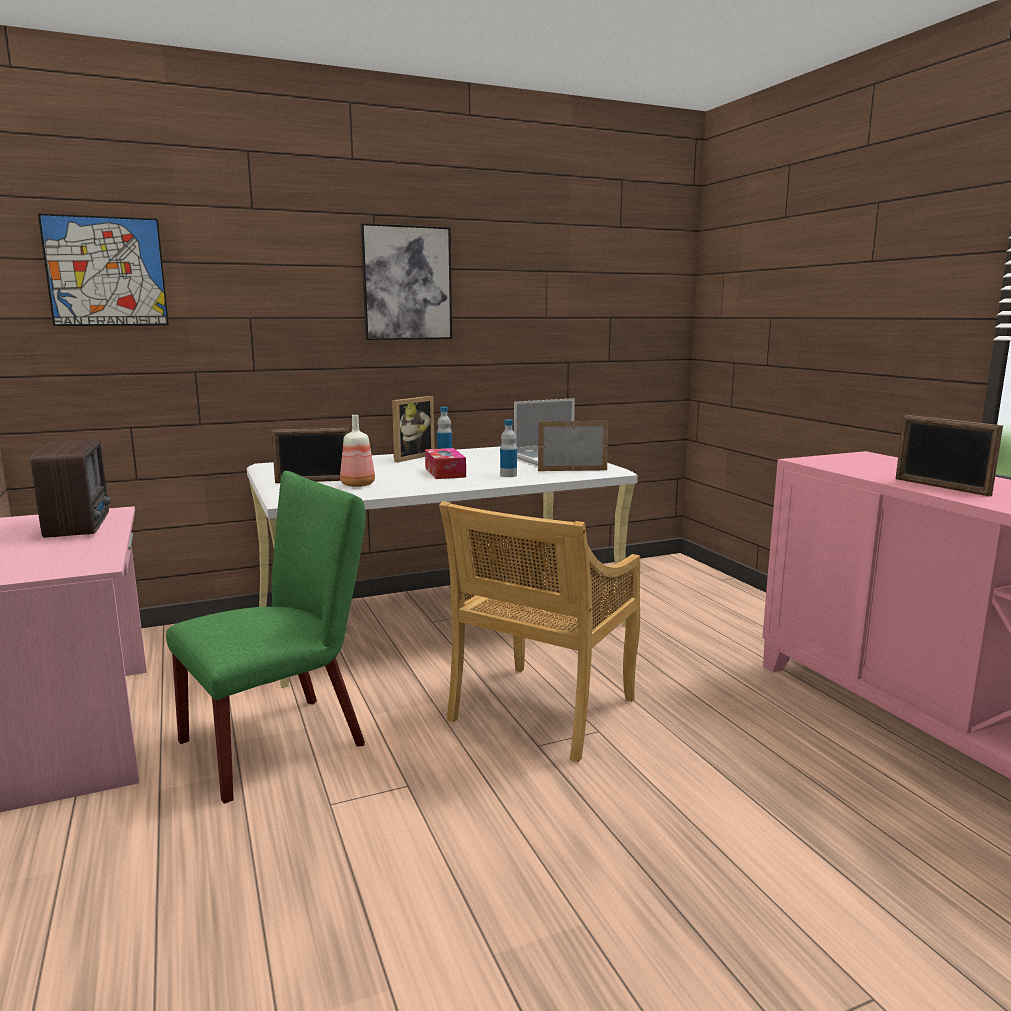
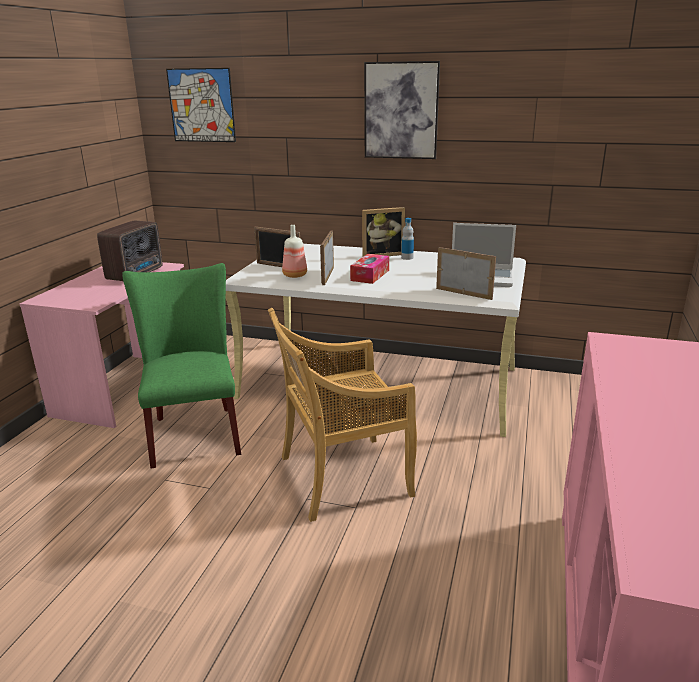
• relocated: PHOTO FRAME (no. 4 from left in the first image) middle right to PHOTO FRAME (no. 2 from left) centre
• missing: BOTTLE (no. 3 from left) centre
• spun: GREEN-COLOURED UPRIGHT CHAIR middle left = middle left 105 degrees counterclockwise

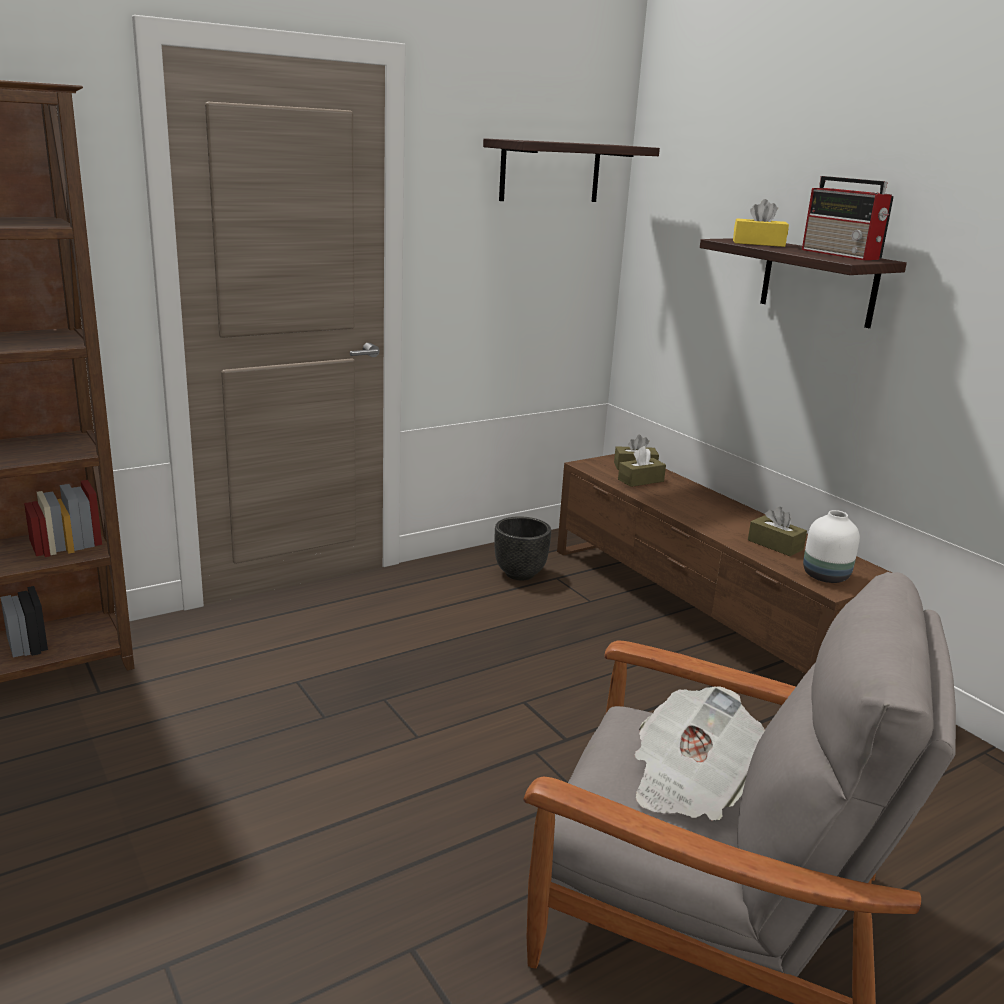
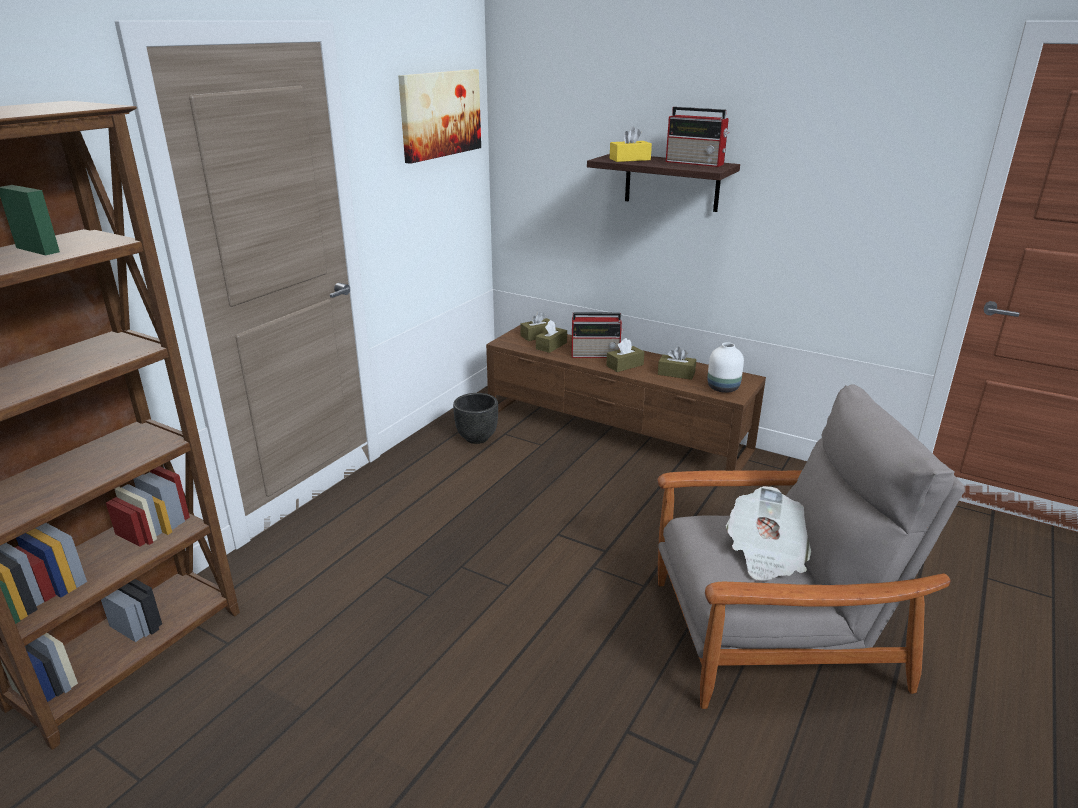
• exchanged: BRACKET SHELF (no. 1 from left) top centre to PICTURE top centre
• appeared: RADIO SET (no. 1 from left) centre
• appeared: BROWNISH TISSUE HOLDER (no. 3 from left) centre

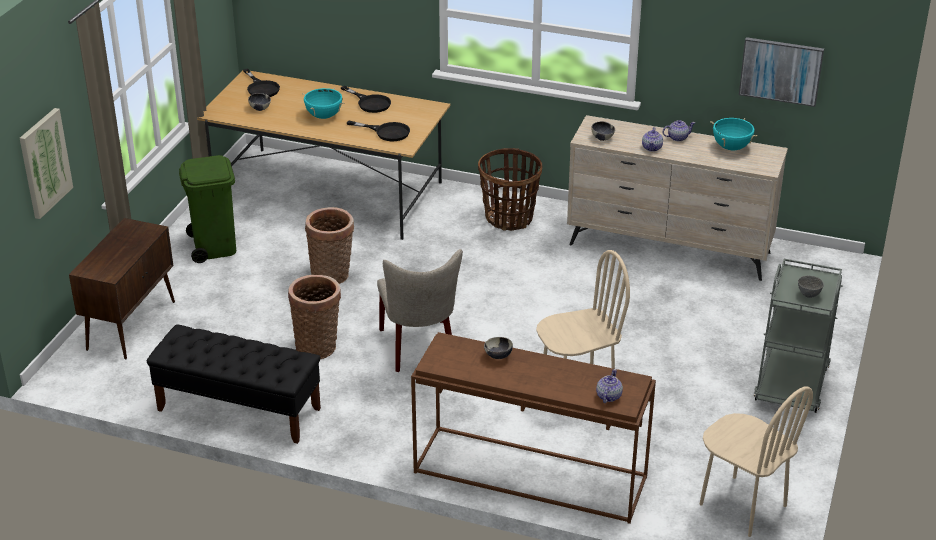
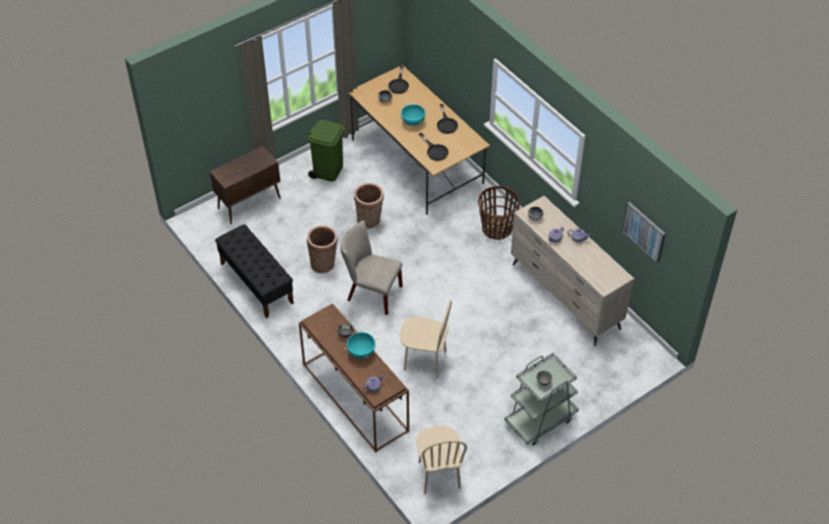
• missing: PICTURE (no. 1 from left) top left
• relocated: TURQUOISE COOKING POT (no. 2 from left in the first image) top right to TURQUOISE COOKING POT (no. 1 from left) centre
• spun: SAND-COLOURED UPRIGHT CHAIR (no. 1 from left) centre = centre 90 degrees clockwise

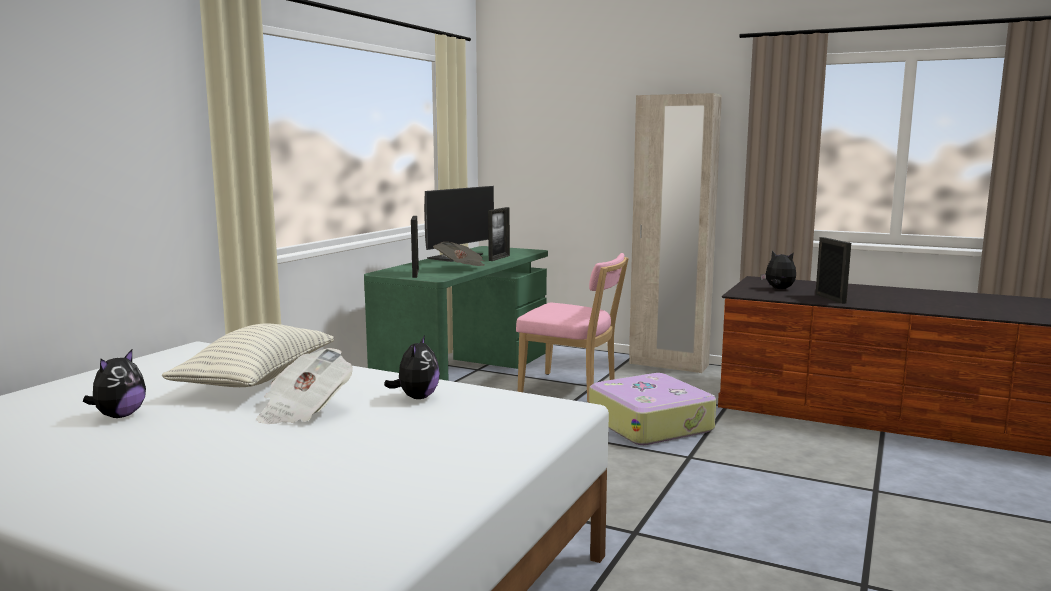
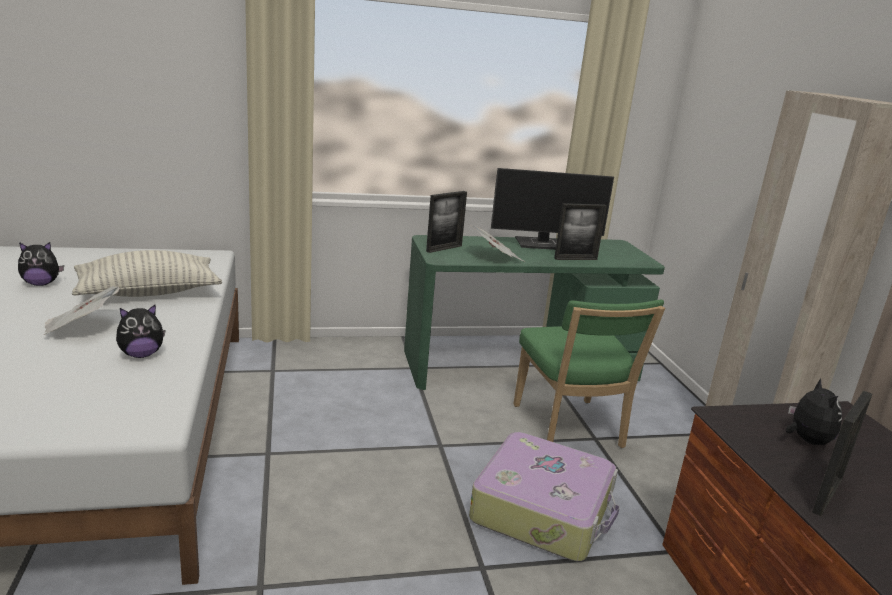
• colour: PINKISH UPRIGHT CHAIR centre to GREEN-COLOURED UPRIGHT CHAIR centre

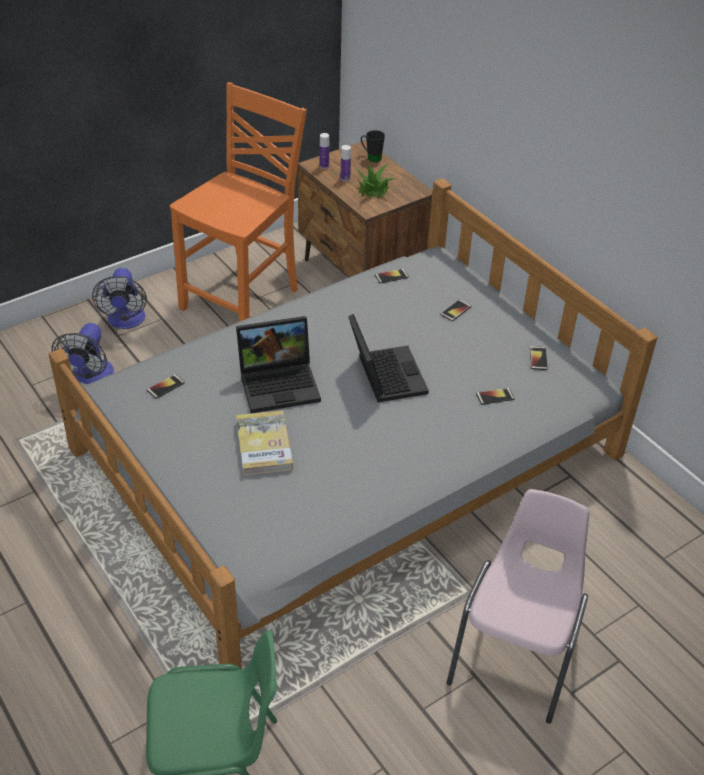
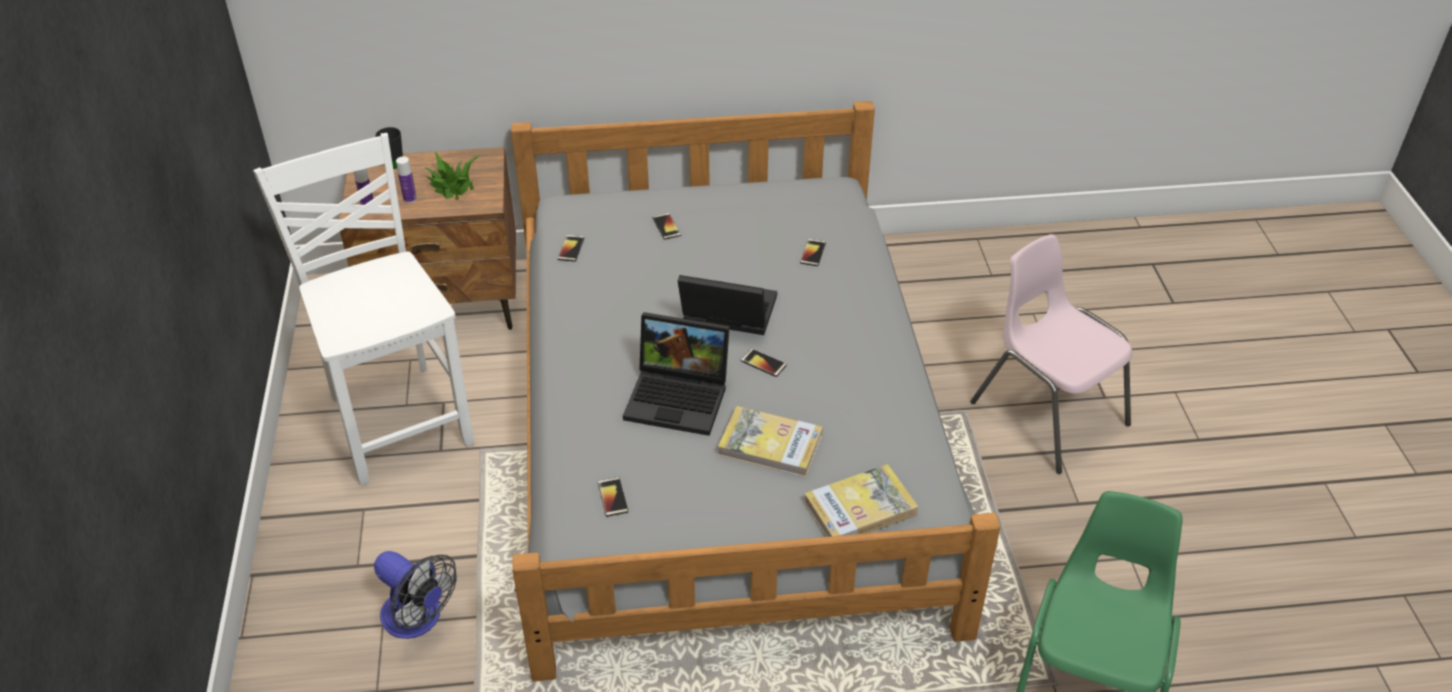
• colour: ORANGE-COLOURED UPRIGHT CHAIR top centre to WHITE-COLOURED UPRIGHT CHAIR middle left
• missing: FAN (no. 2 from left) middle left
• spun: NOTEBOOK COMPUTER (no. 1 from left) centre = centre 90 degrees clockwise
• relocated: HANDSET (no. 5 from left in the first image) middle right to HANDSET (no. 4 from left) centre
• appeared: BOUND BOOK (no. 2 from left) bottom centre

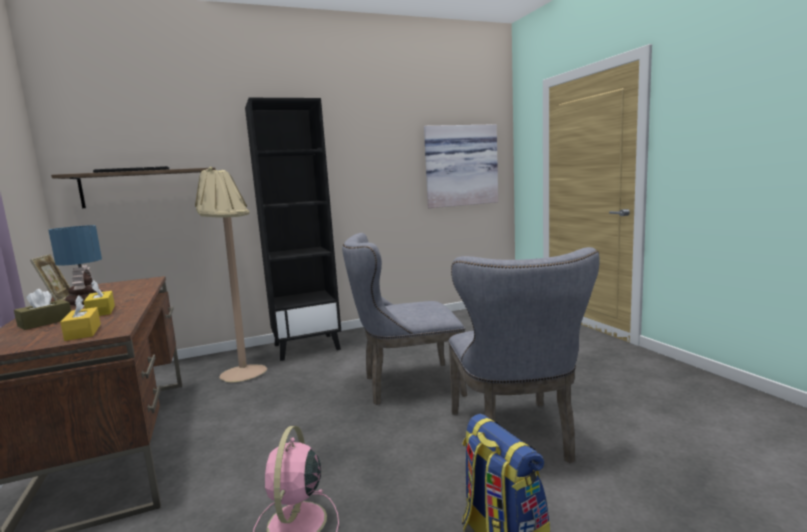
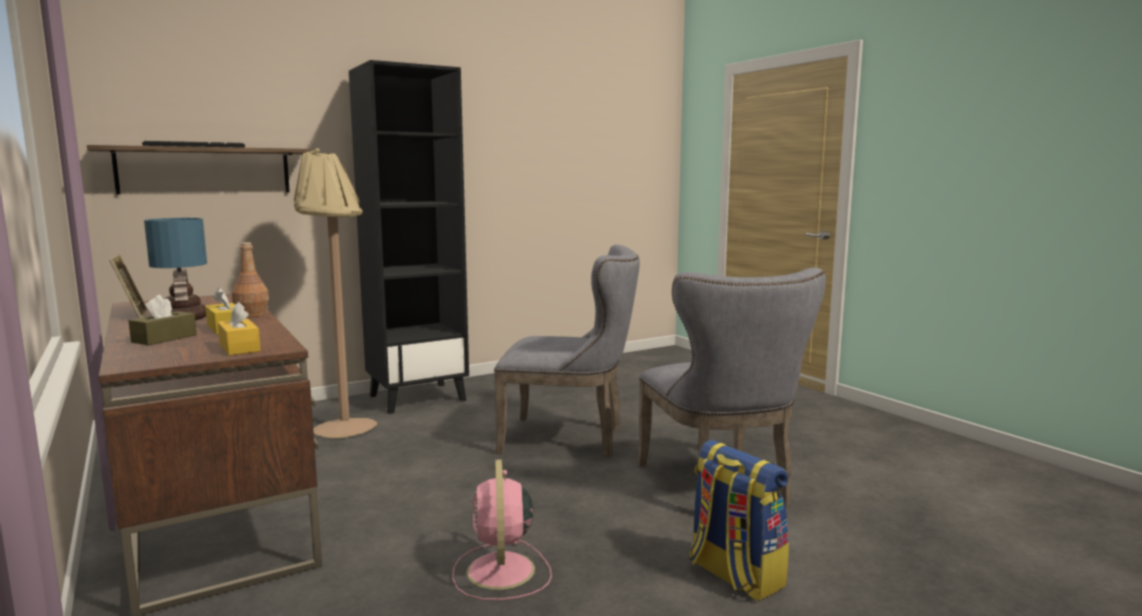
• missing: PICTURE top centre
• spun: GRAY UPRIGHT CHAIR (no. 1 from left) centre = centre 150 degrees counterclockwise
• appeared: BROWNISH BOTTLE middle left

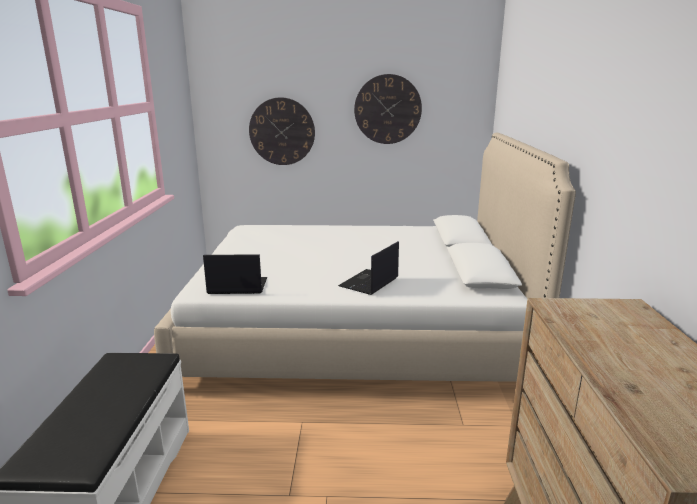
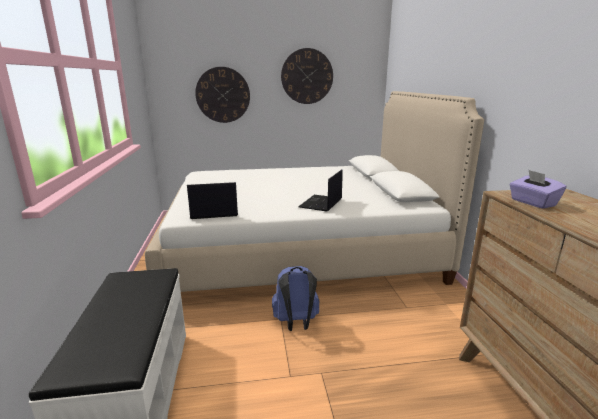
• appeared: PURPLE TISSUE HOLDER middle right
• appeared: BLUE KNAPSACK bottom centre

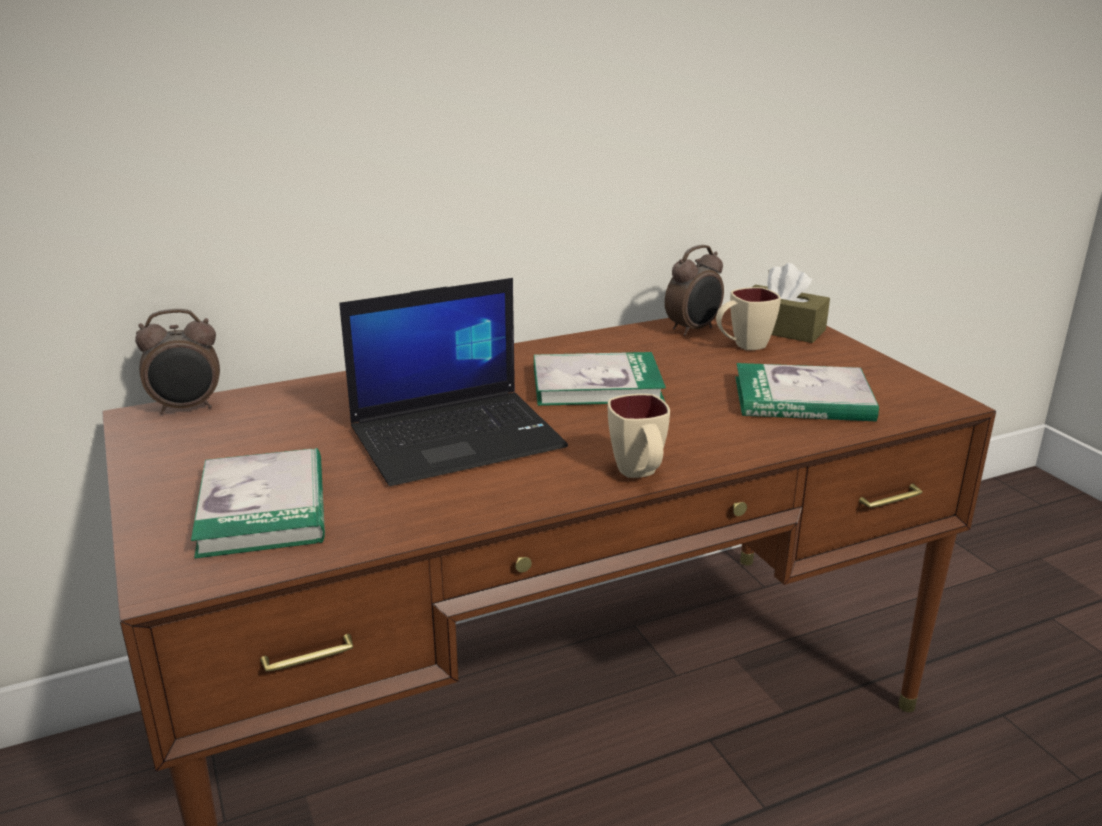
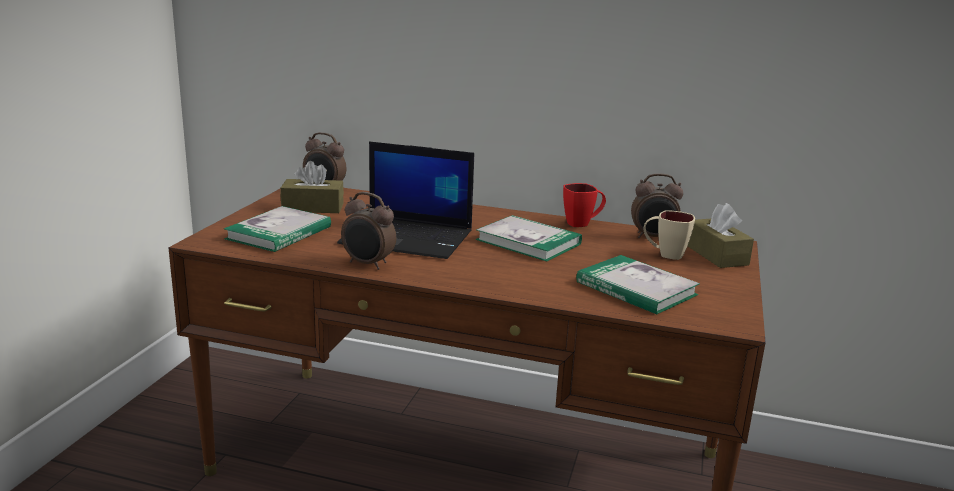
• missing: SAND-COLOURED COFFEE MUG (no. 1 from left) centre
• appeared: BROWNISH TISSUE HOLDER (no. 1 from left) middle left
• appeared: RED COFFEE MUG centre
• appeared: BEDSIDE CLOCK (no. 2 from left) centre

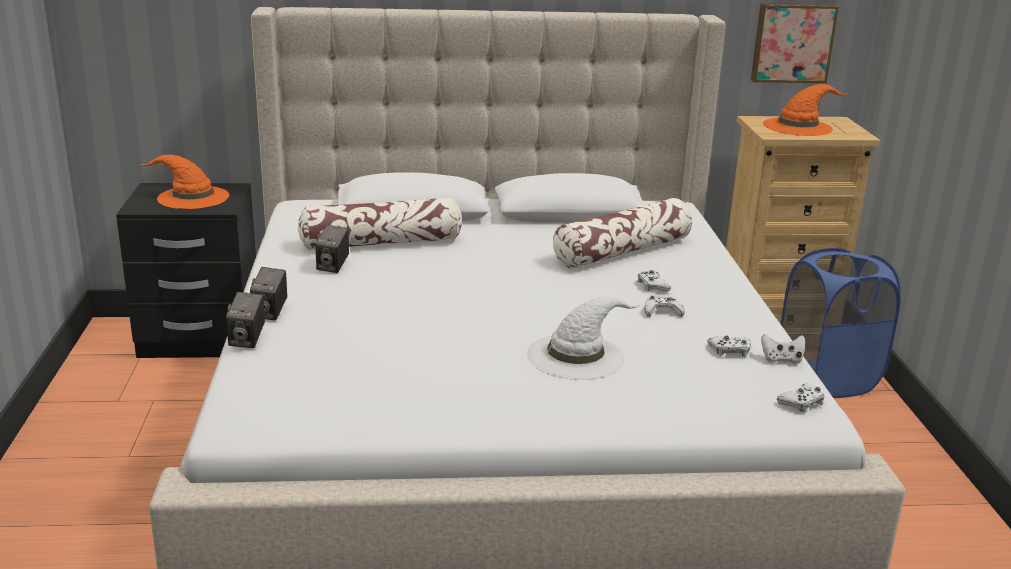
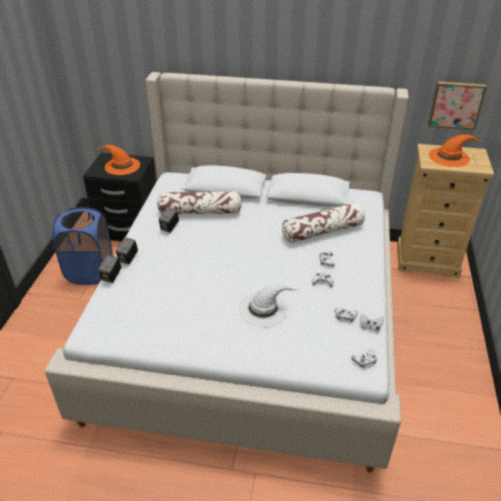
• relocated: BLUE WASHING BASKET middle right to middle left

